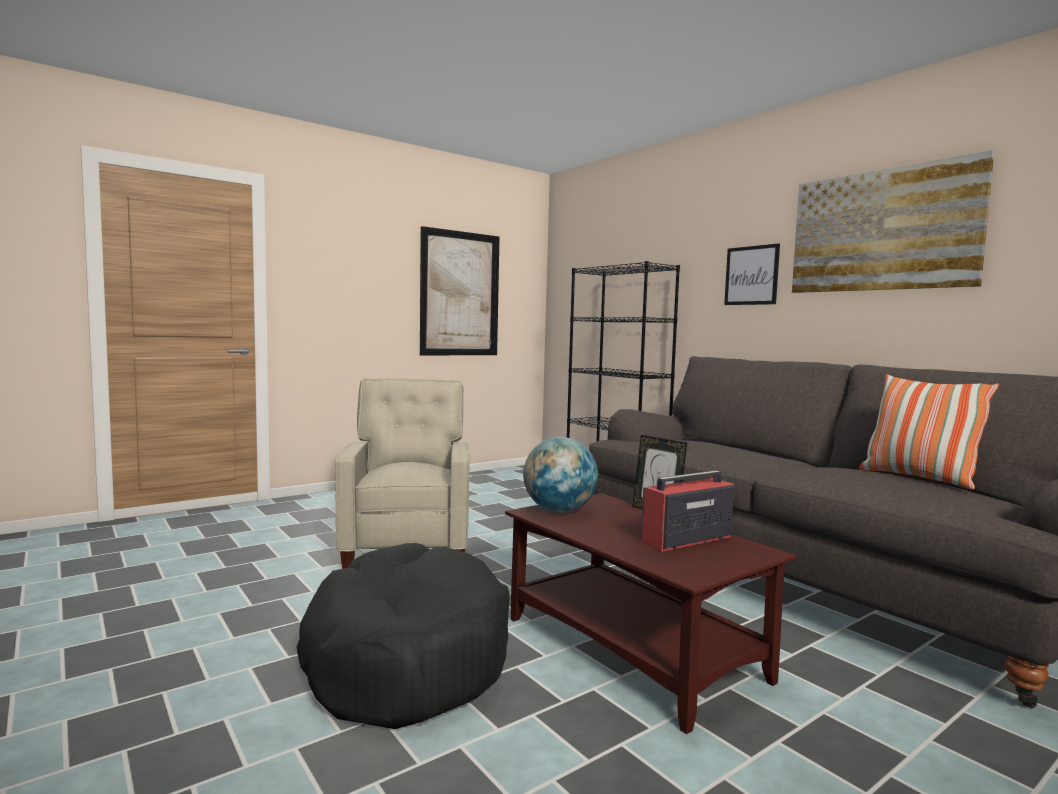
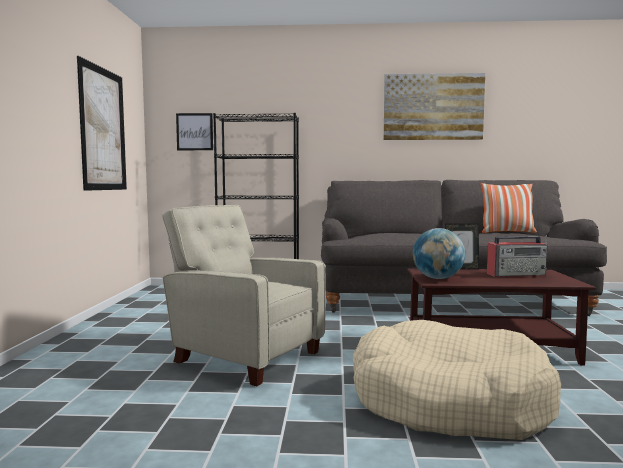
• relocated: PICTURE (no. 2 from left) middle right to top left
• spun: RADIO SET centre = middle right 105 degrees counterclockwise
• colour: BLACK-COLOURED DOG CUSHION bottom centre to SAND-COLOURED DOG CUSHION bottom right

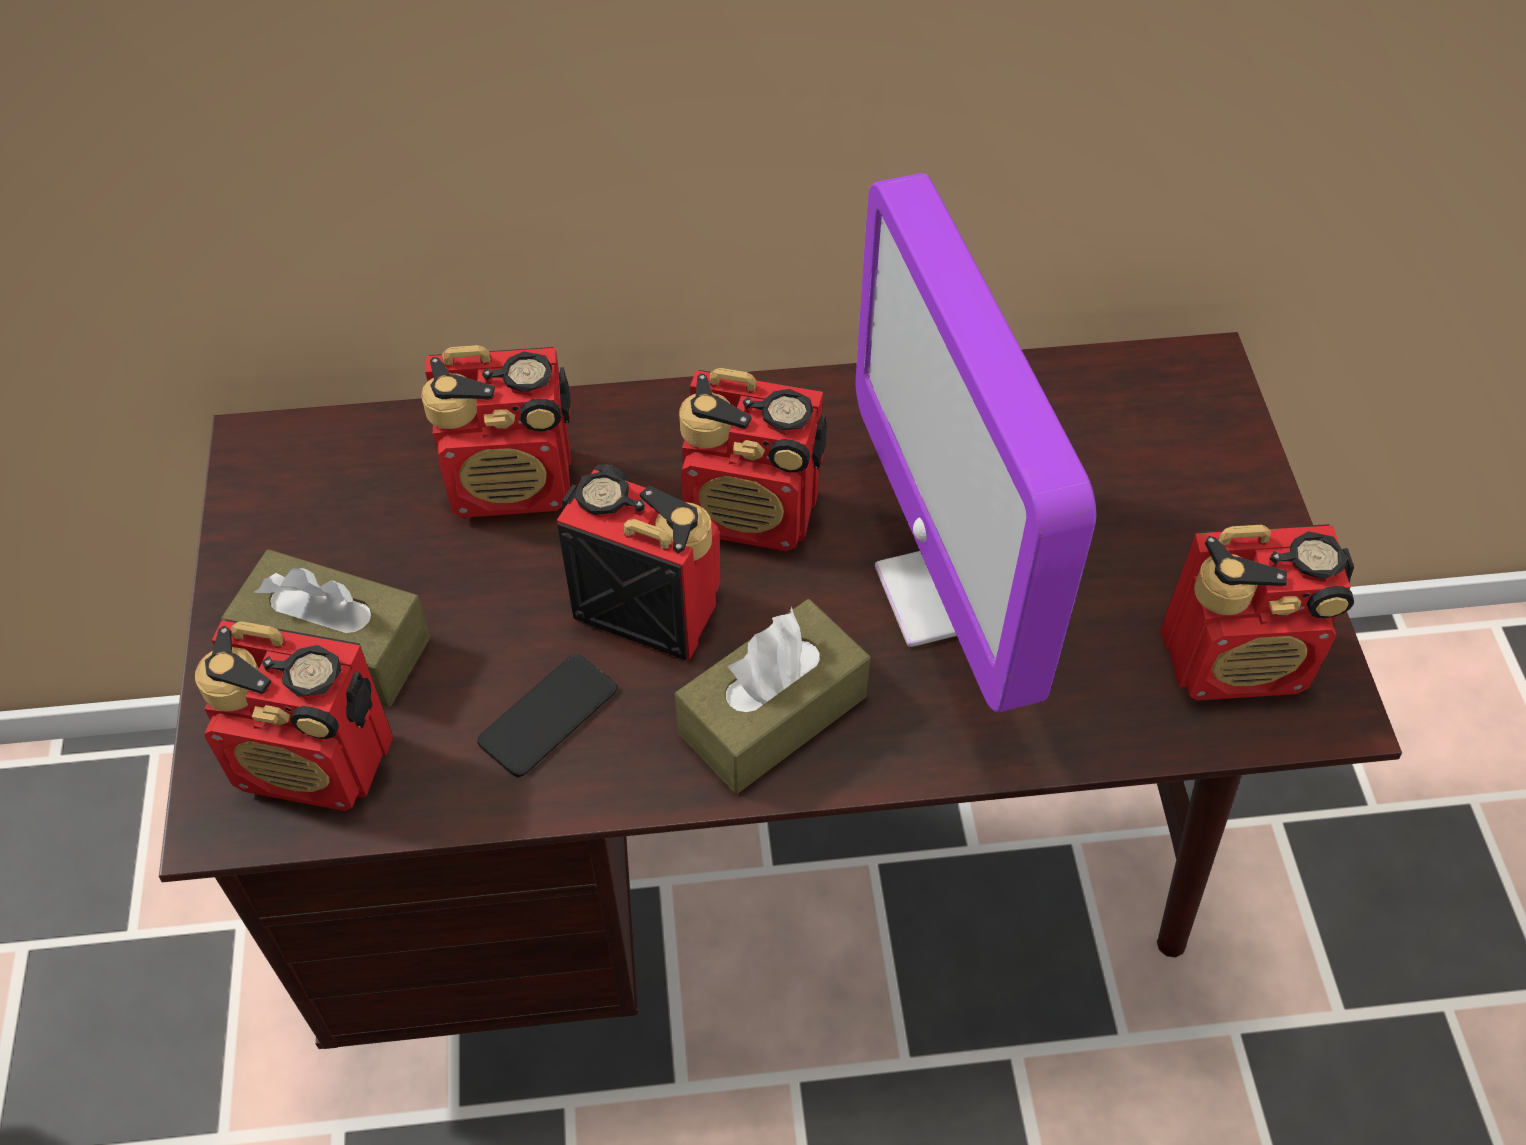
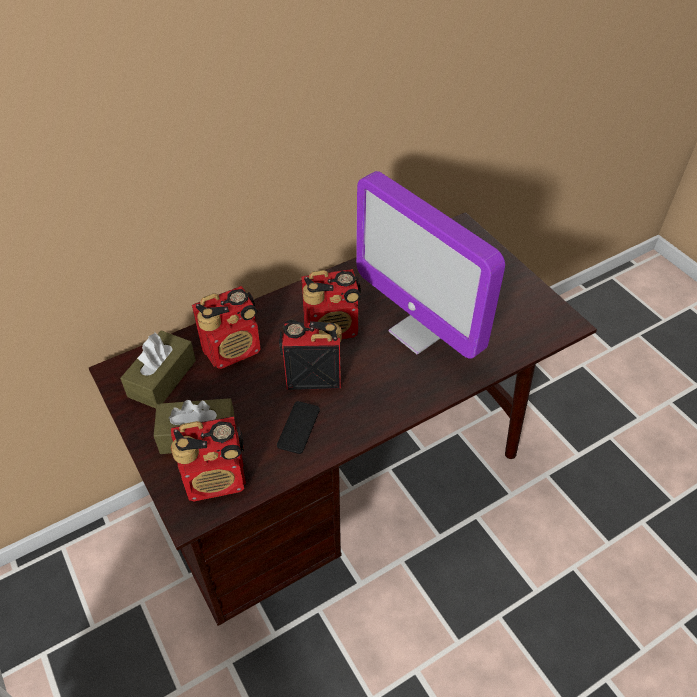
• missing: RADIO SET (no. 5 from left) middle right
• relocated: BROWNISH TISSUE HOLDER (no. 2 from left in the first image) centre to BROWNISH TISSUE HOLDER (no. 1 from left) middle left

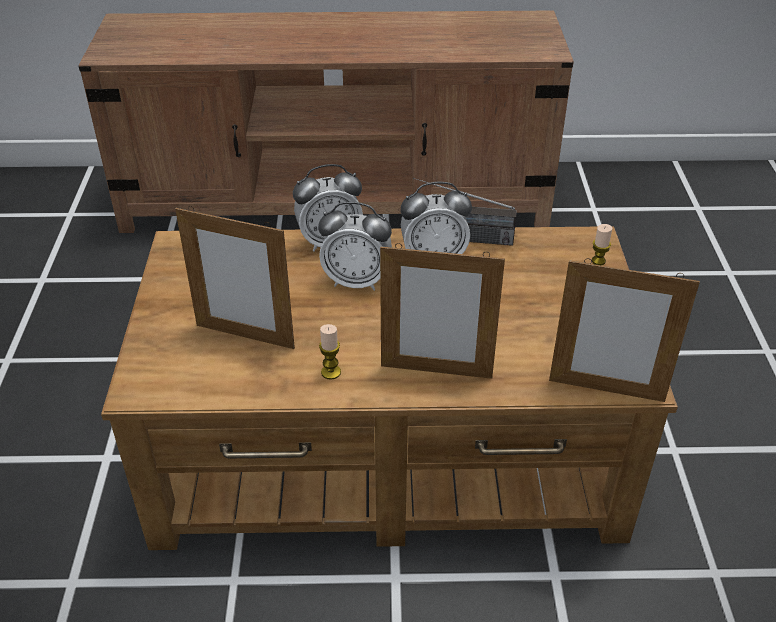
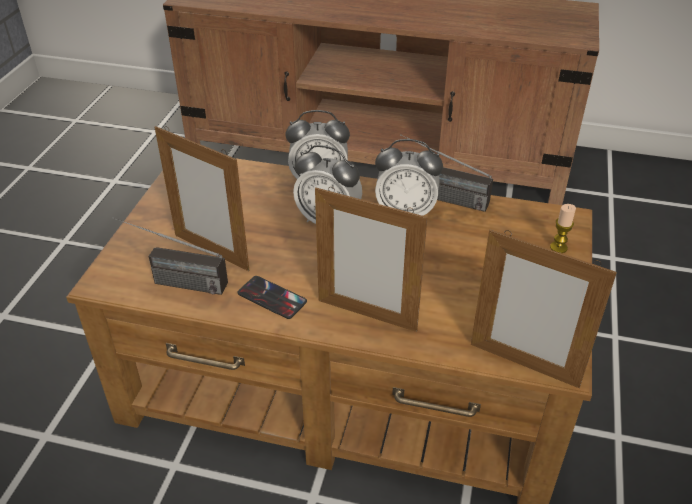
• exchanged: WAX LIGHT (no. 1 from left) centre to HANDSET centre
• appeared: RADIO SET (no. 1 from left) middle left

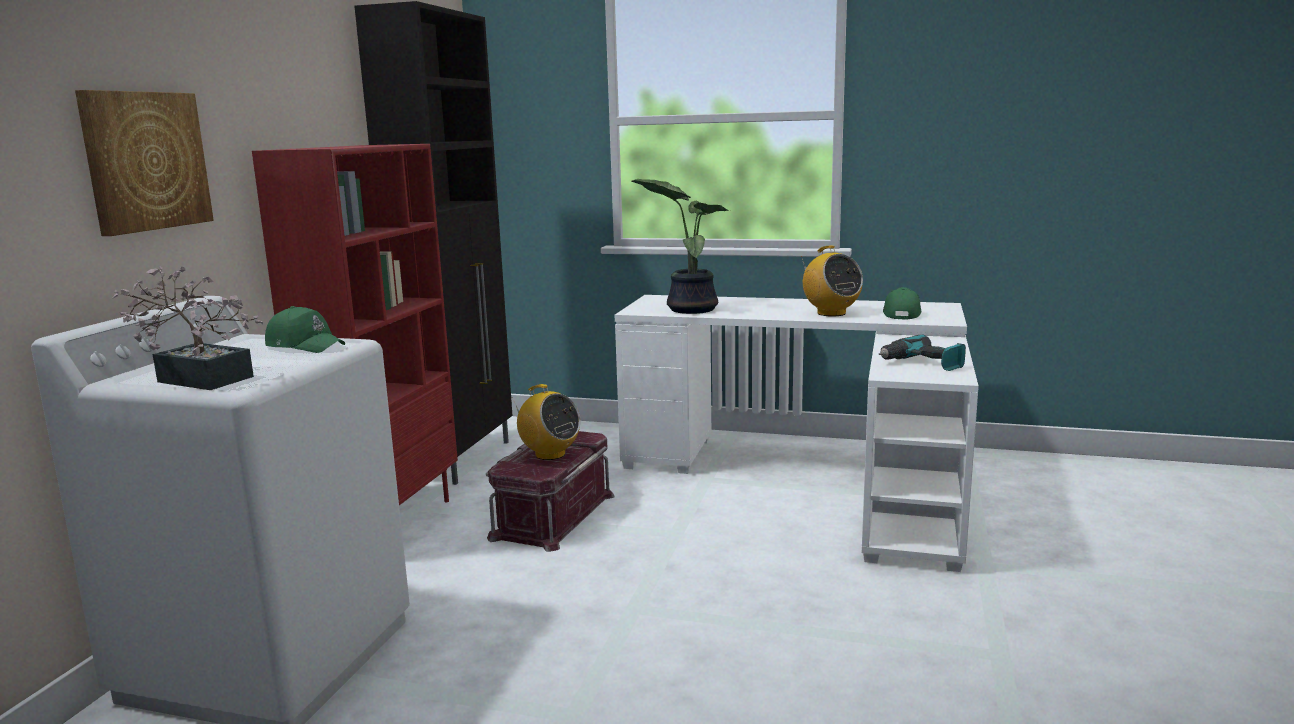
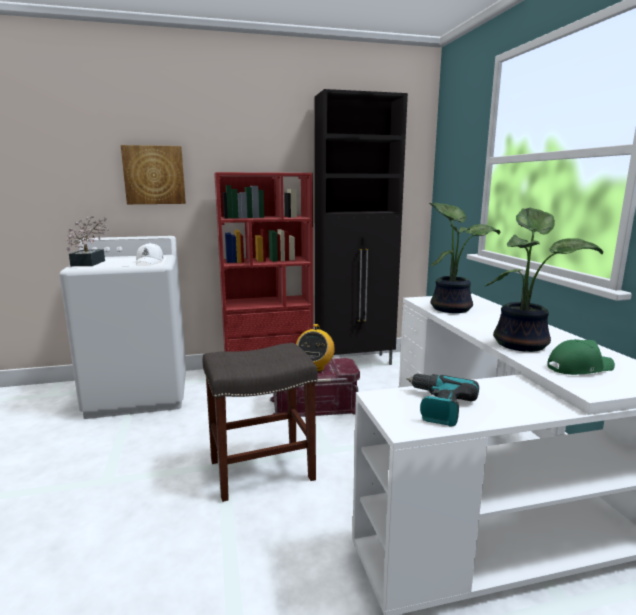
• exchanged: RADIO SET (no. 2 from left) centre to HOUSEPLANT (no. 3 from left) middle right
• colour: GREEN-COLOURED CAP (no. 1 from left) middle left to WHITE-COLOURED CAP middle left
• appeared: GRAY STOOL bottom centre

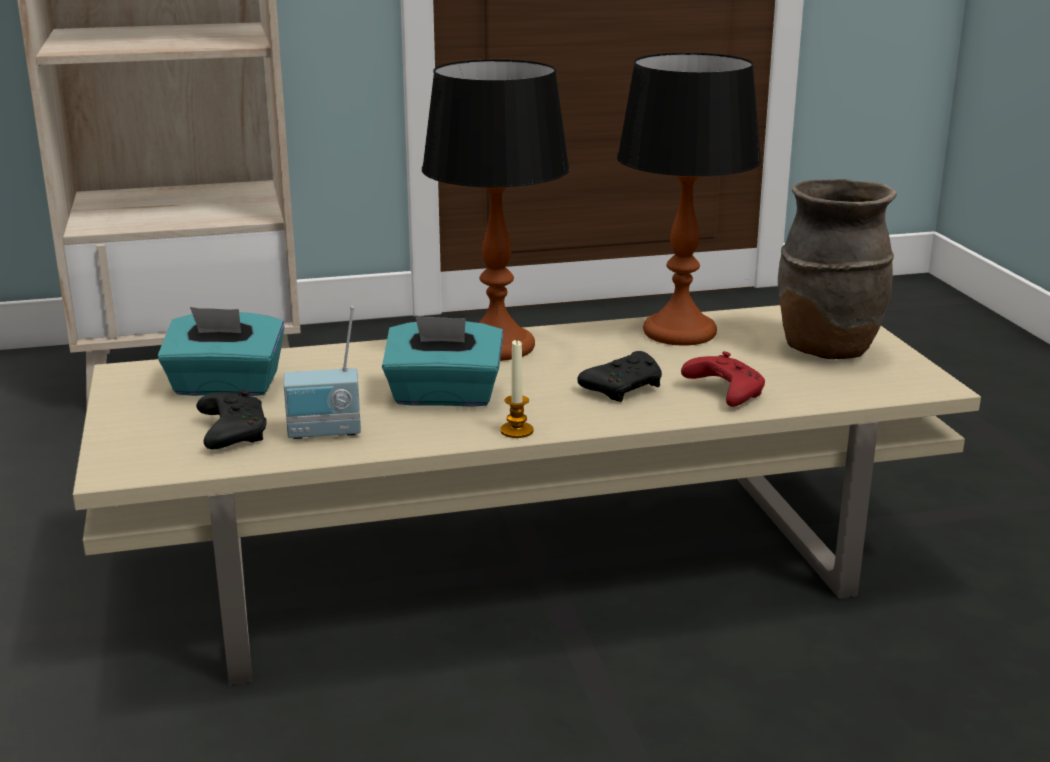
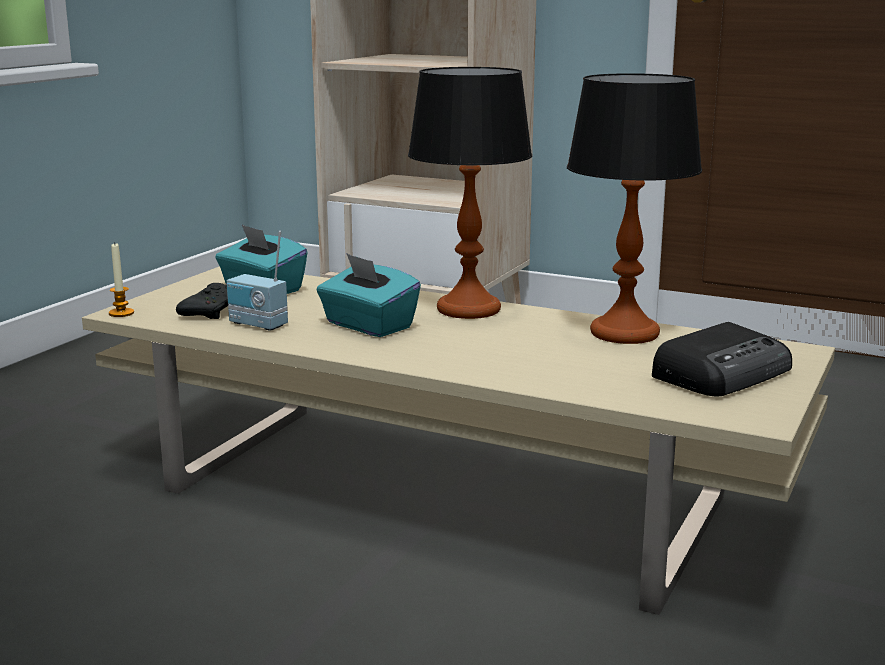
• exchanged: BROWNISH FLOWER VASE middle right to RADIO SET (no. 2 from left) middle right
• relocated: WAX LIGHT centre to middle left
• missing: BLACK-COLOURED GAME CONTROLLER (no. 2 from left) centre
• missing: RED GAME CONTROLLER middle right

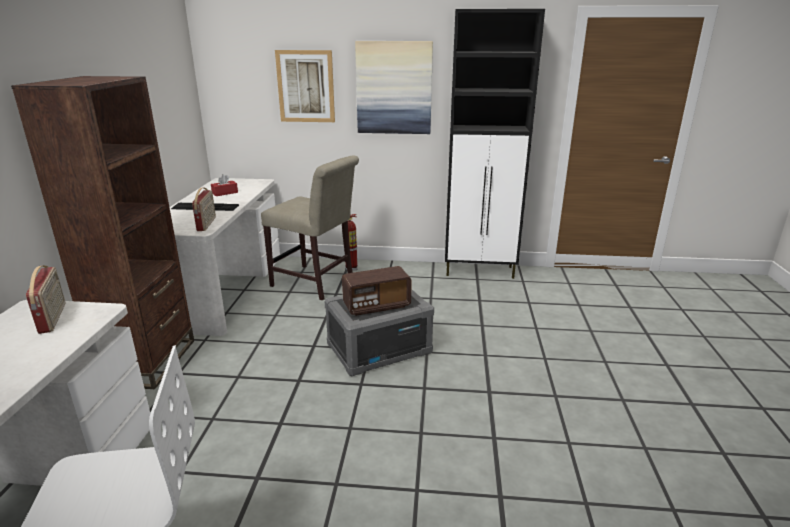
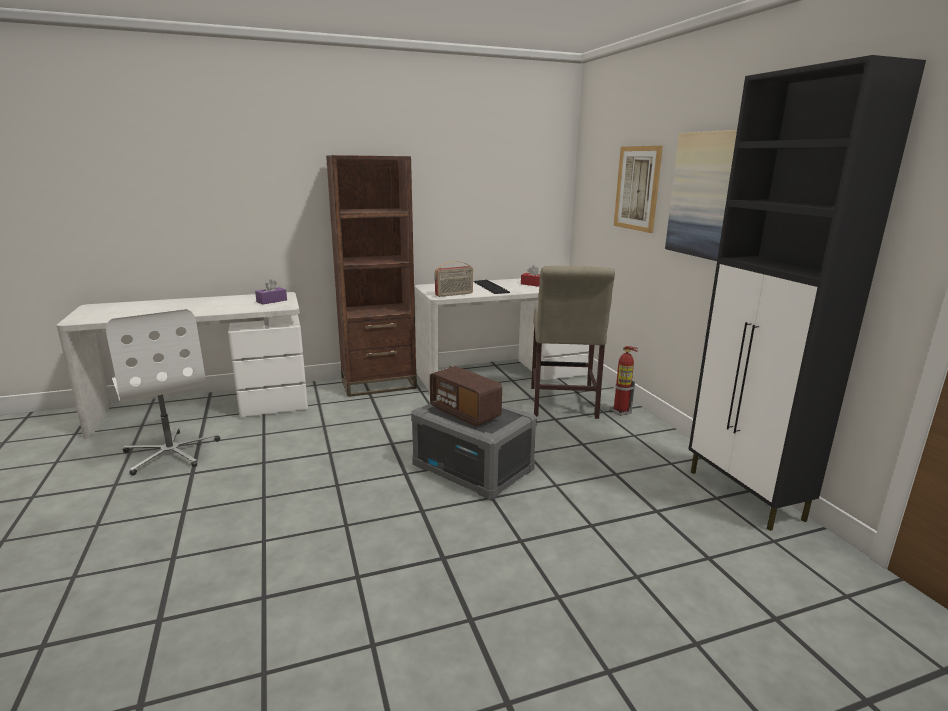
• exchanged: RADIO SET (no. 1 from left) middle left to PURPLE TISSUE HOLDER middle left

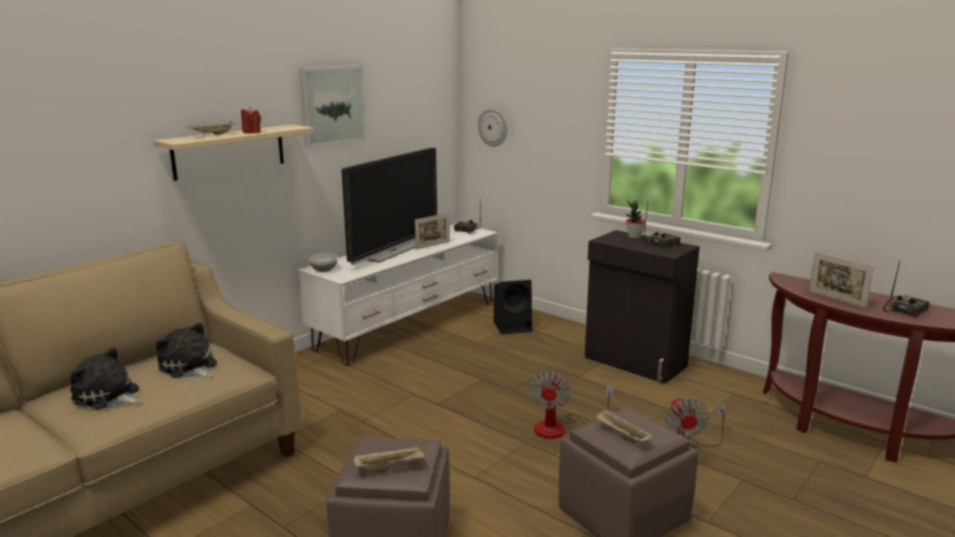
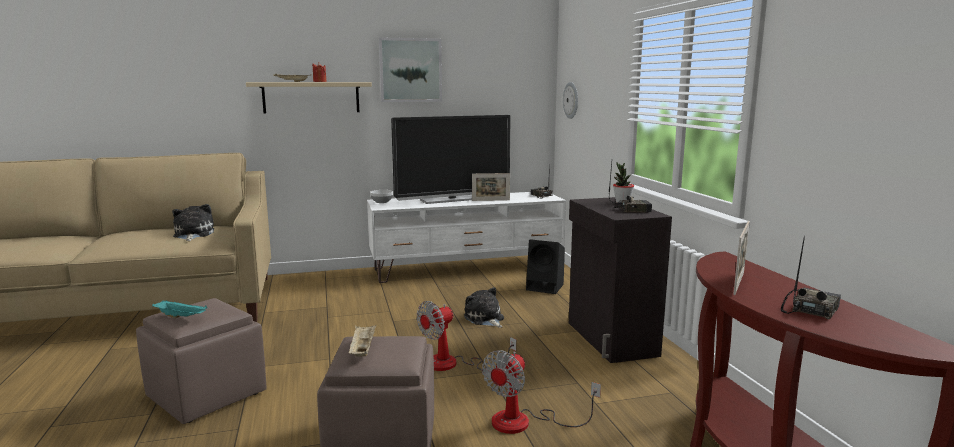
• spun: PHOTO FRAME (no. 2 from left) middle right = middle right 150 degrees counterclockwise
• spun: RADIO SET (no. 3 from left) middle right = middle right 45 degrees counterclockwise
• relocated: CUDDLY TOY (no. 1 from left in the first image) bottom left to CUDDLY TOY (no. 2 from left) bottom centre
• colour: SAND-COLOURED SERVING TRAY (no. 2 from left) bottom centre to TURQUOISE SERVING TRAY bottom left

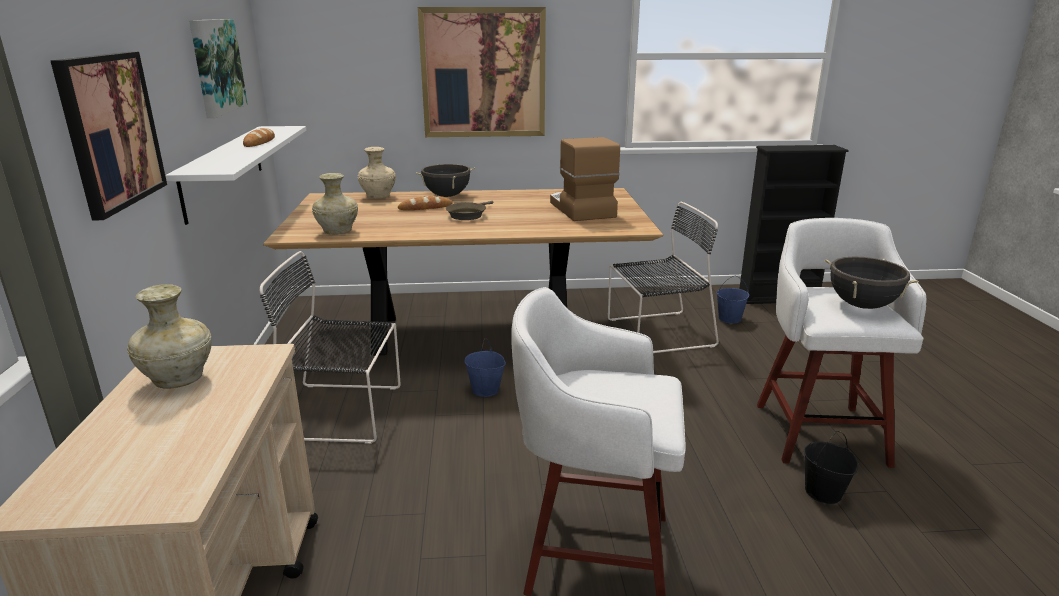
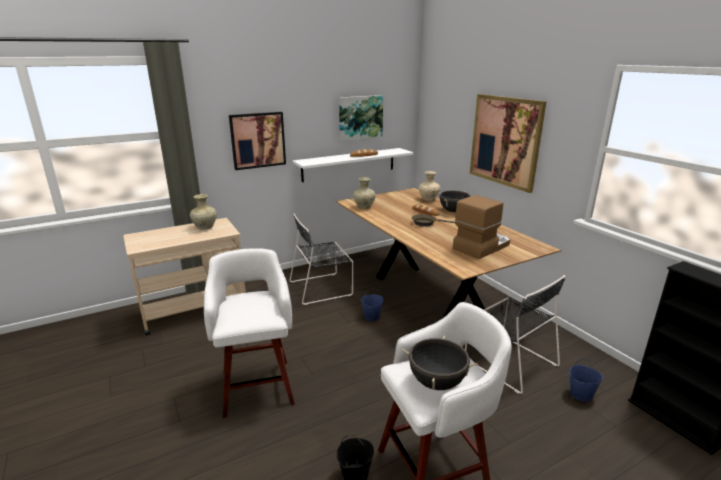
• spun: BLACK-COLOURED UPRIGHT CHAIR (no. 1 from left) middle left = centre 90 degrees counterclockwise

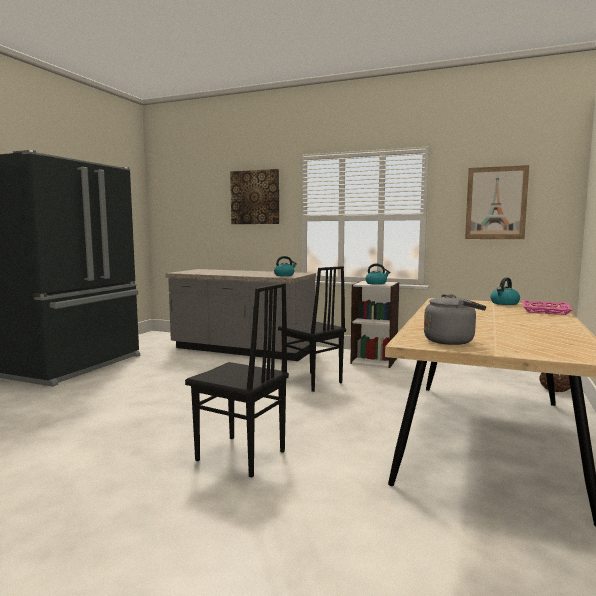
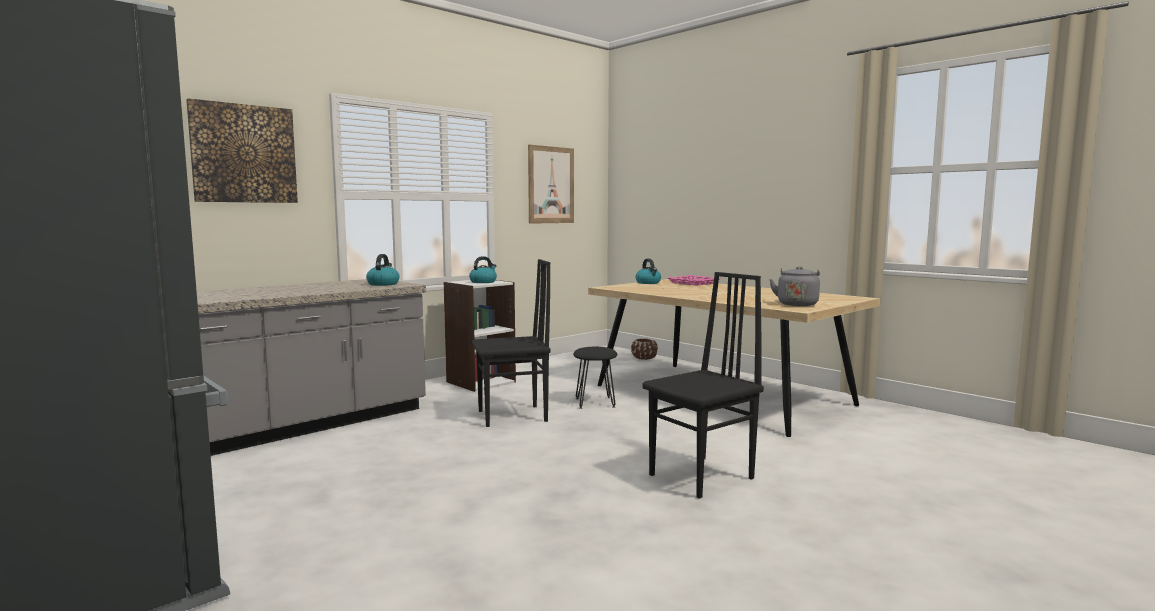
• appeared: BLACK-COLOURED STOOL centre

